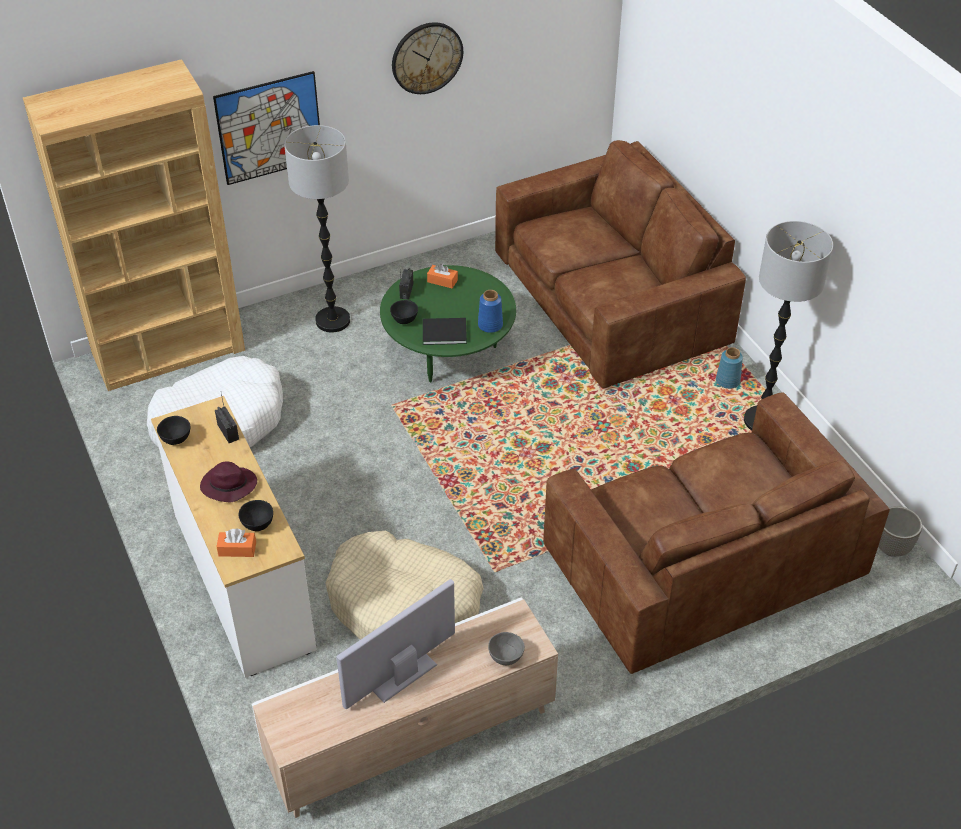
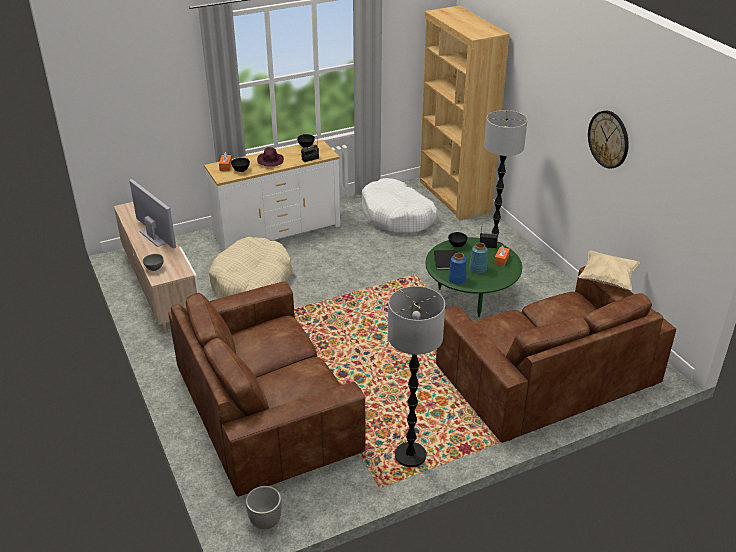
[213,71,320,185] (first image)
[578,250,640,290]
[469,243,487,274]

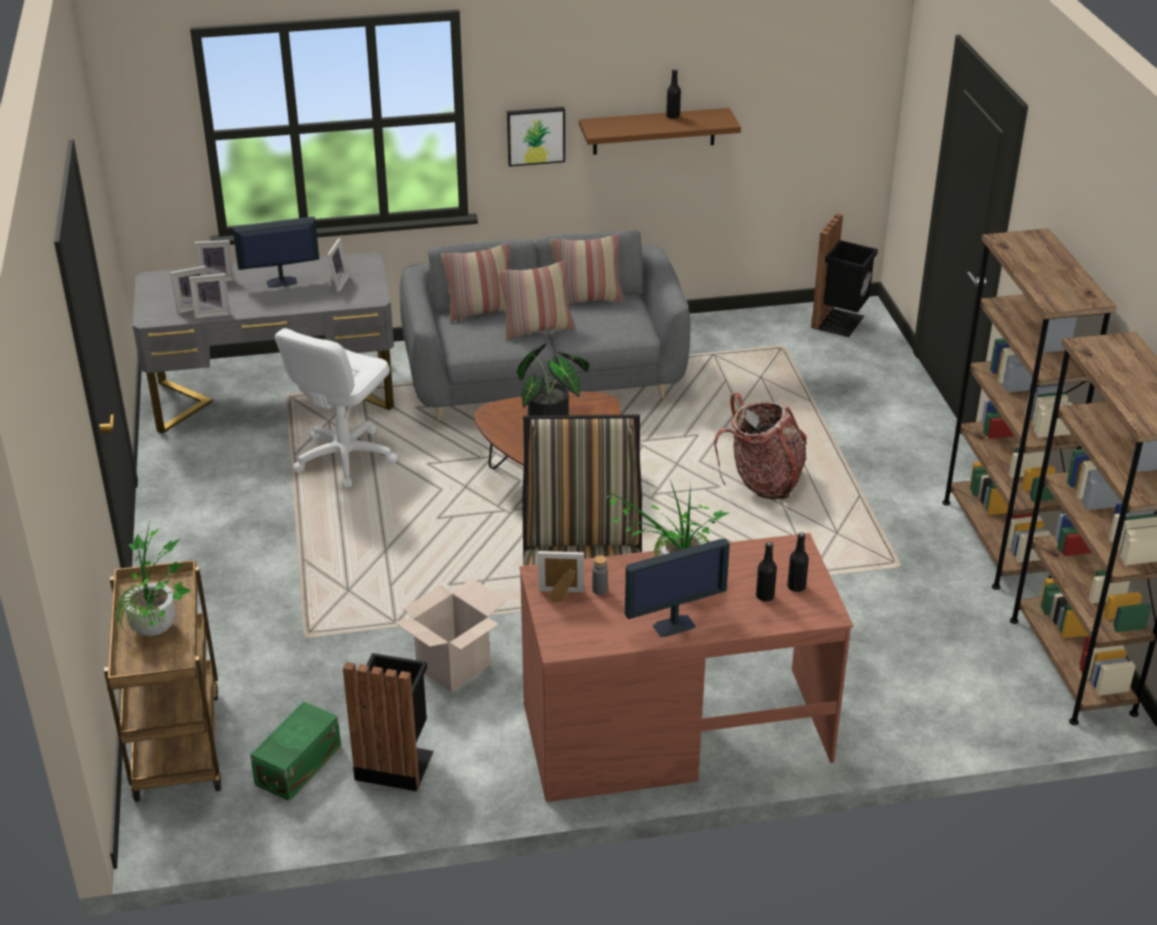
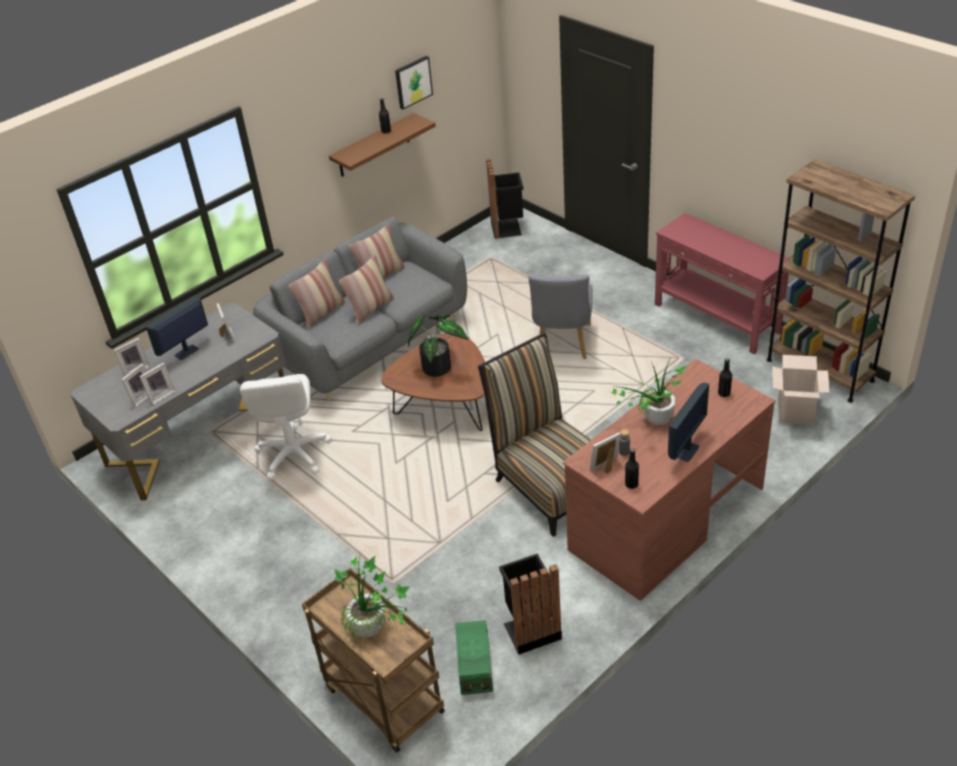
[772,355,830,425]
[395,56,433,110]
[625,449,639,489]
[528,275,593,359]
[655,213,789,354]

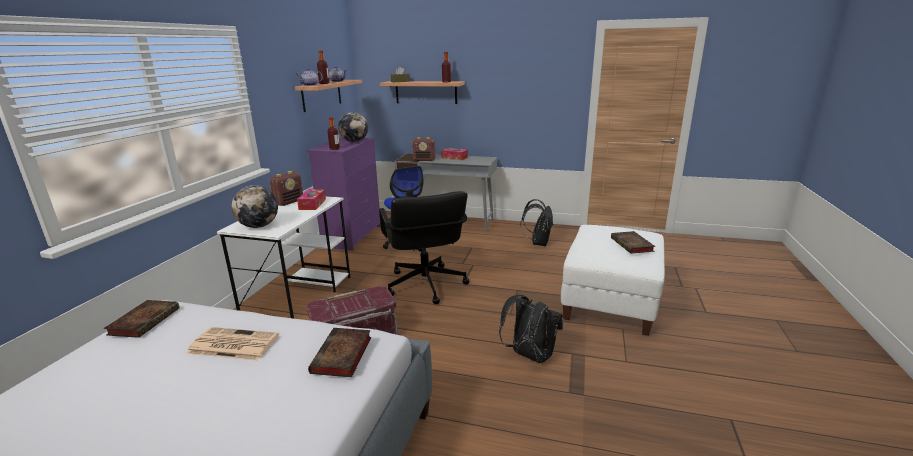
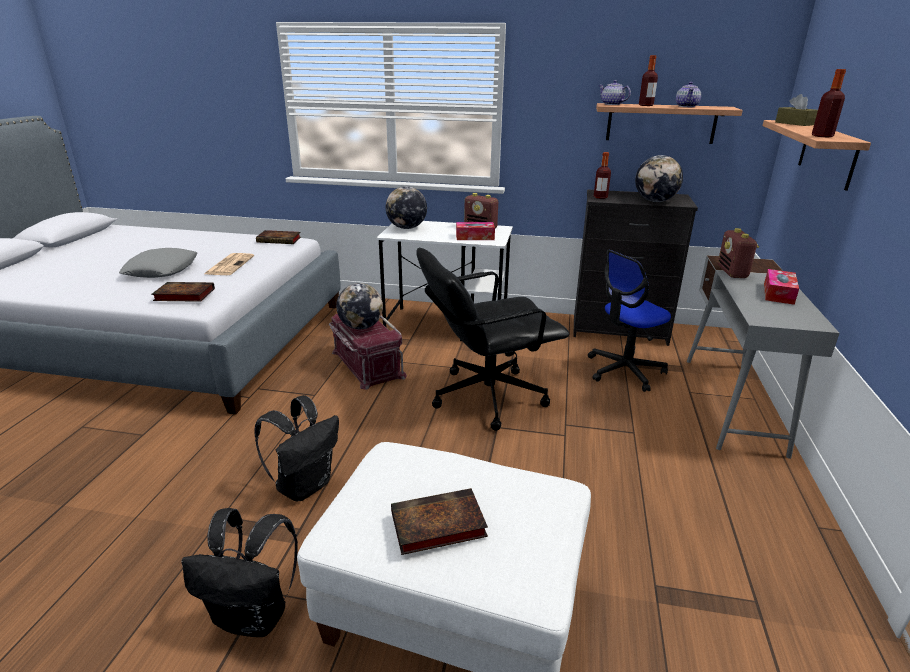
[119,248,197,278]
[336,283,383,329]
[182,508,298,637]
[573,189,698,346]

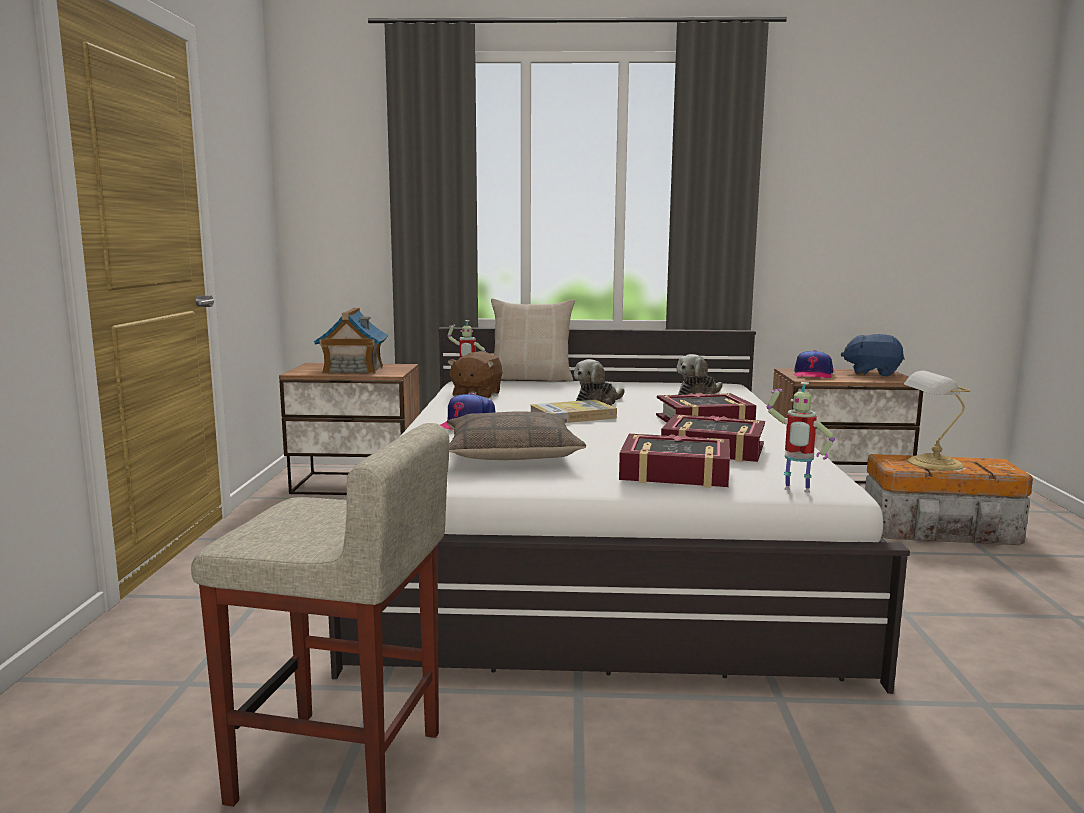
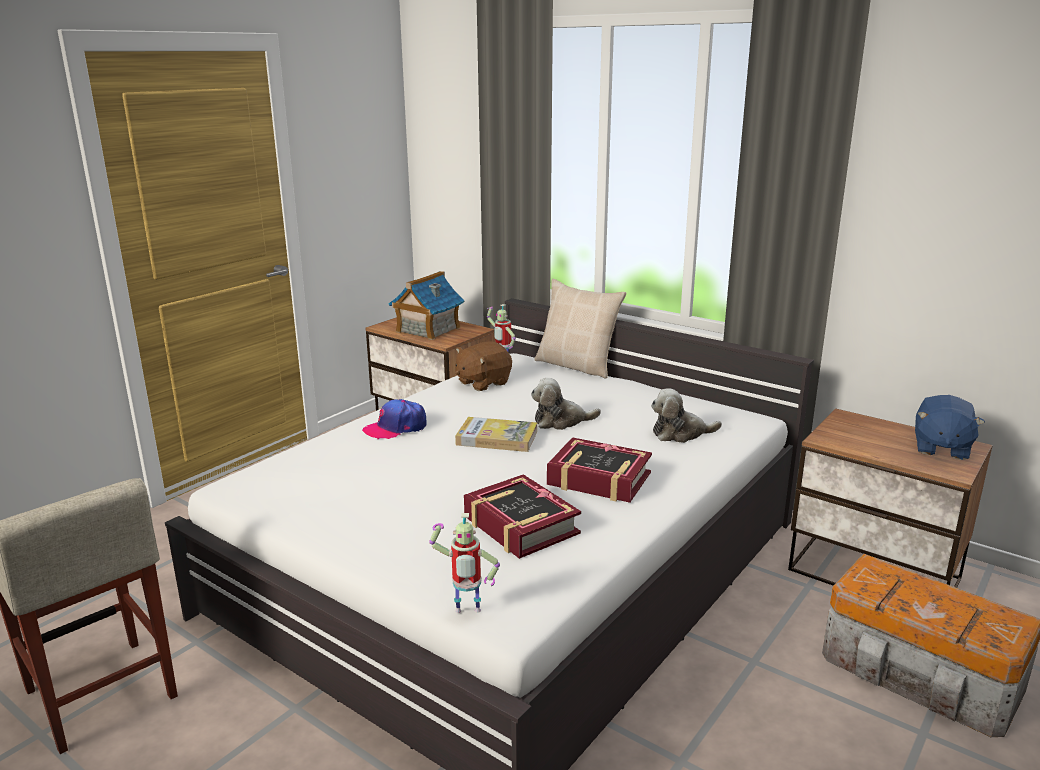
[447,411,586,460] (first image)
[619,434,730,488] (first image)
[794,350,833,379] (first image)
[904,371,970,471] (first image)
[429,513,500,613]
[915,395,985,460]

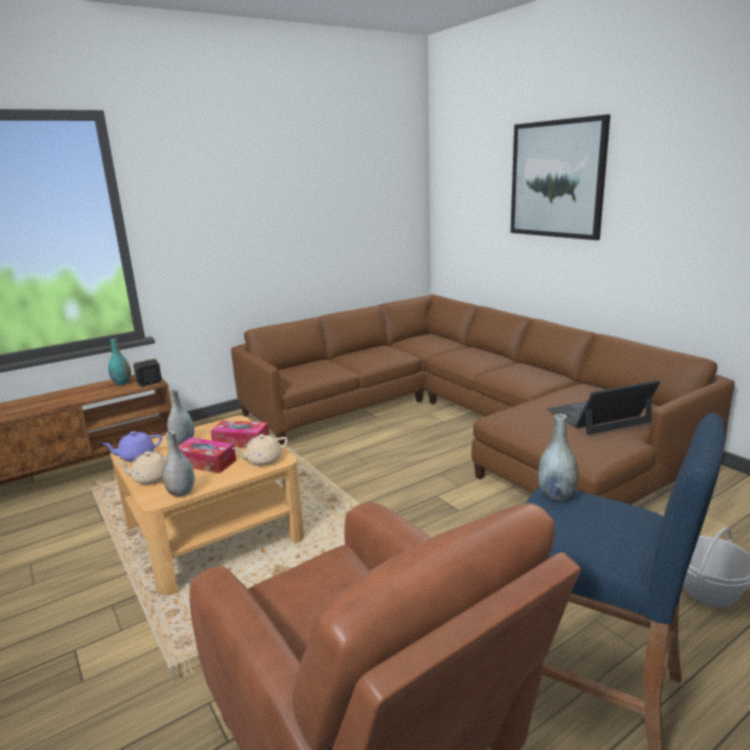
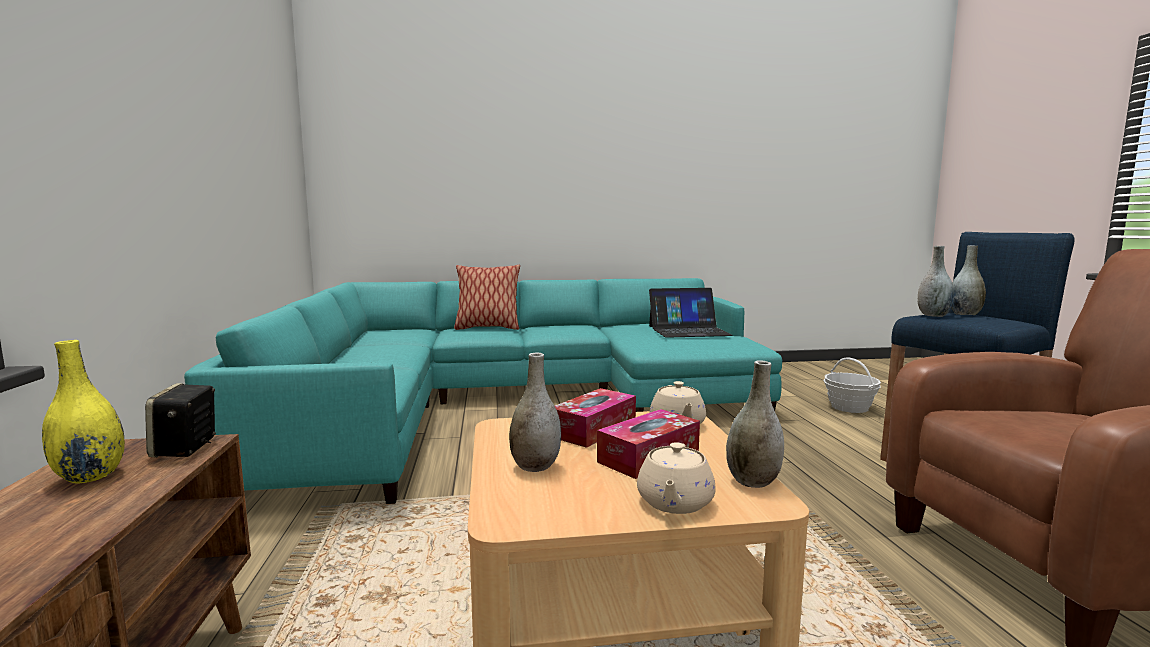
[102,431,162,462] (first image)
[511,114,610,240] (first image)
[454,265,520,330]
[951,245,986,315]
[42,340,125,484]
[184,278,782,504]
[649,288,733,338]

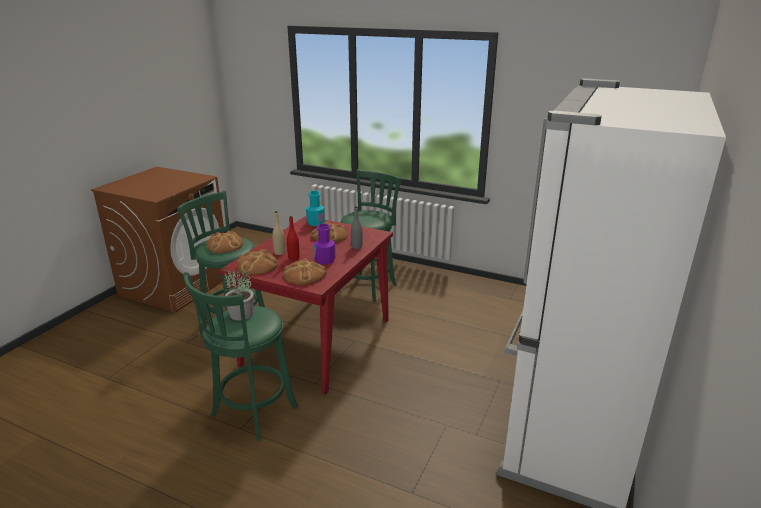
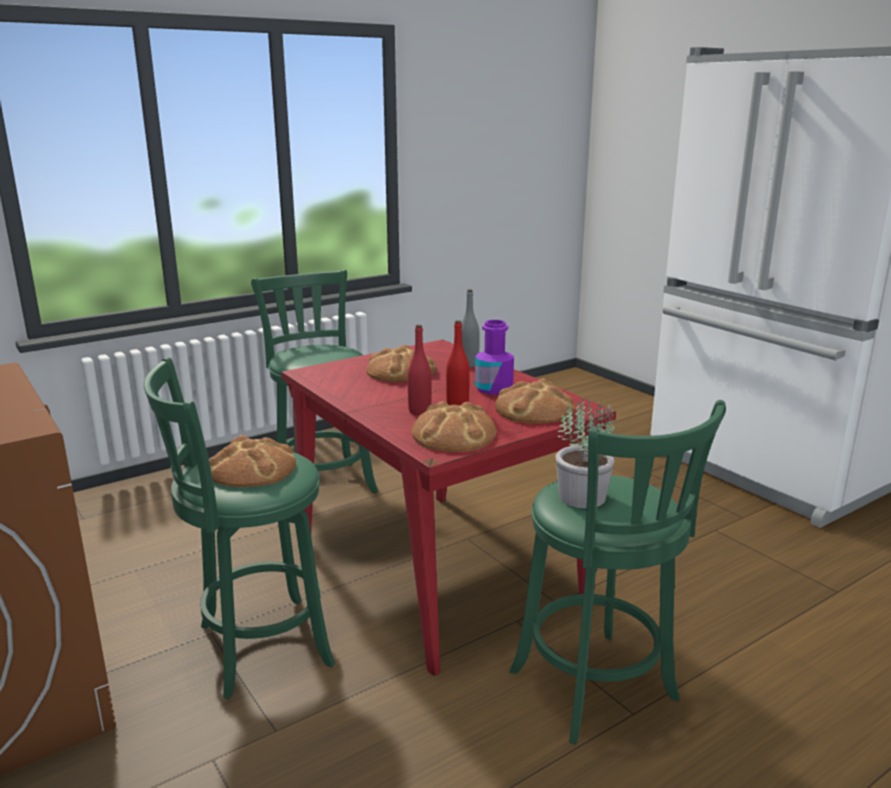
[306,191,325,226] (first image)
[408,325,432,415]

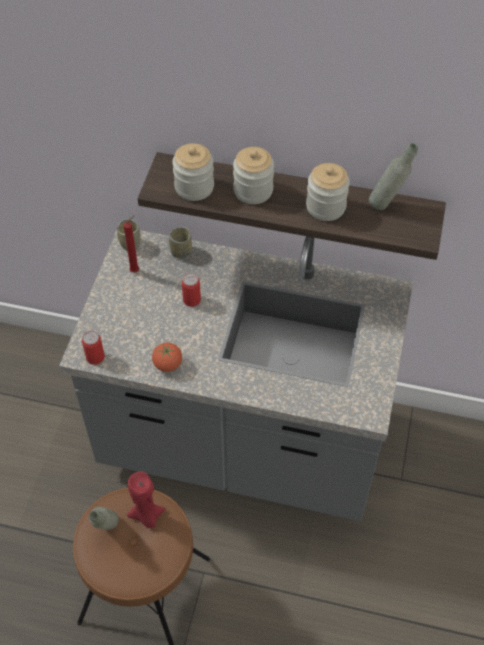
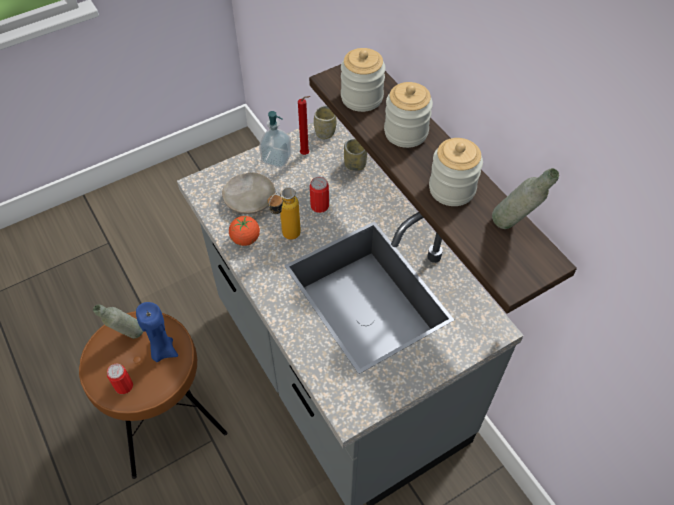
[222,172,275,214]
[260,111,292,168]
[268,187,301,240]
[107,364,133,394]
[136,302,178,362]

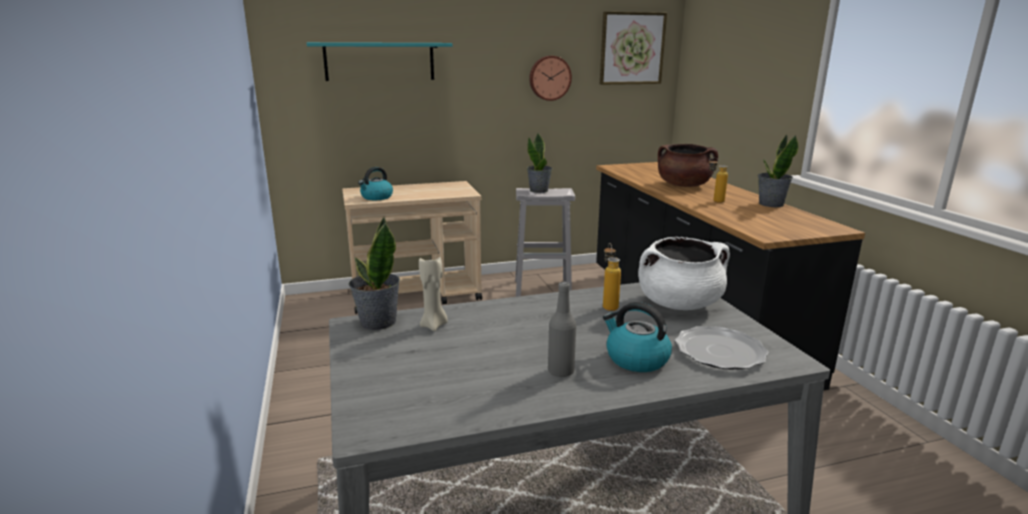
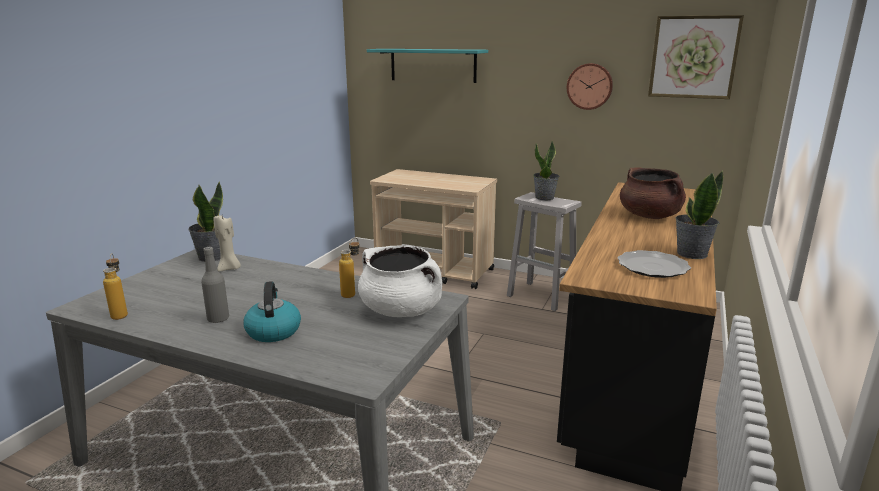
[358,167,393,200] (first image)
[617,250,691,278]
[103,253,128,320]

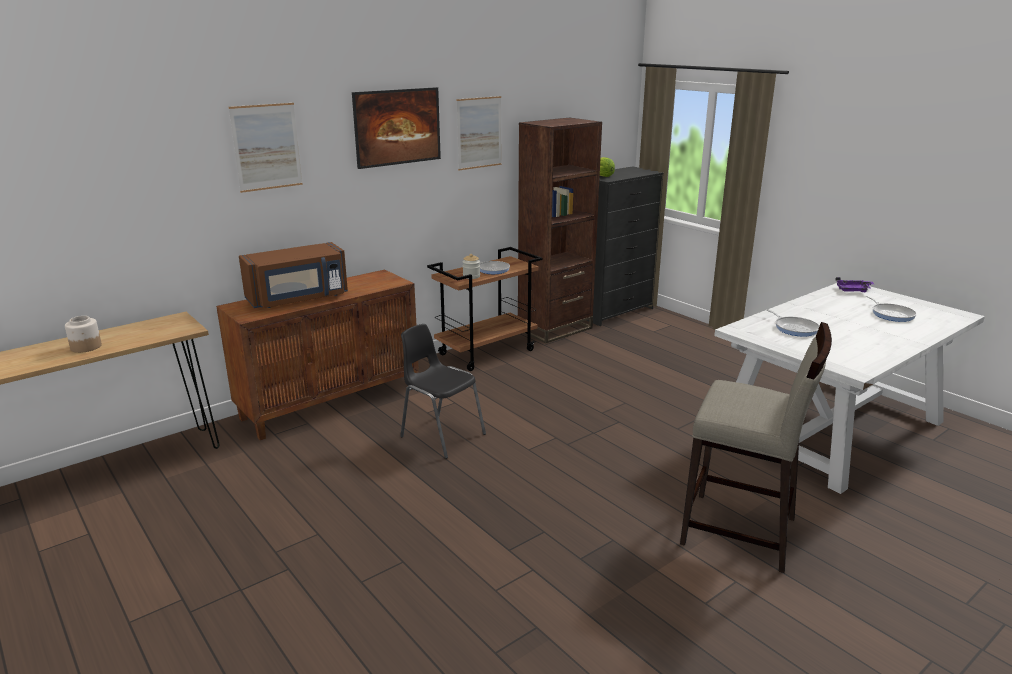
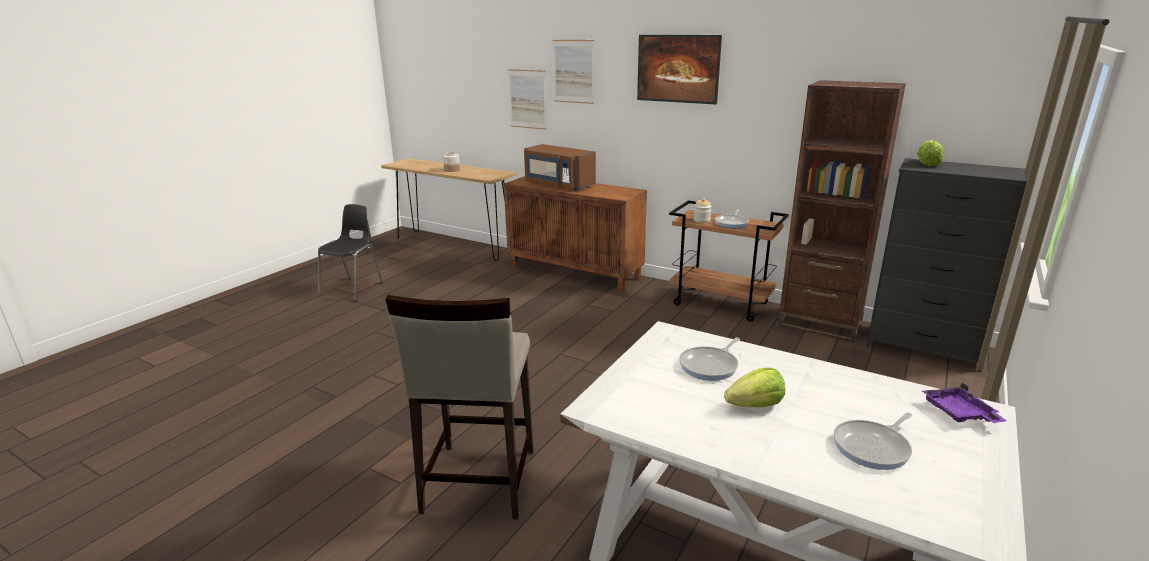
[724,367,785,407]
[318,204,383,301]
[508,69,547,130]

